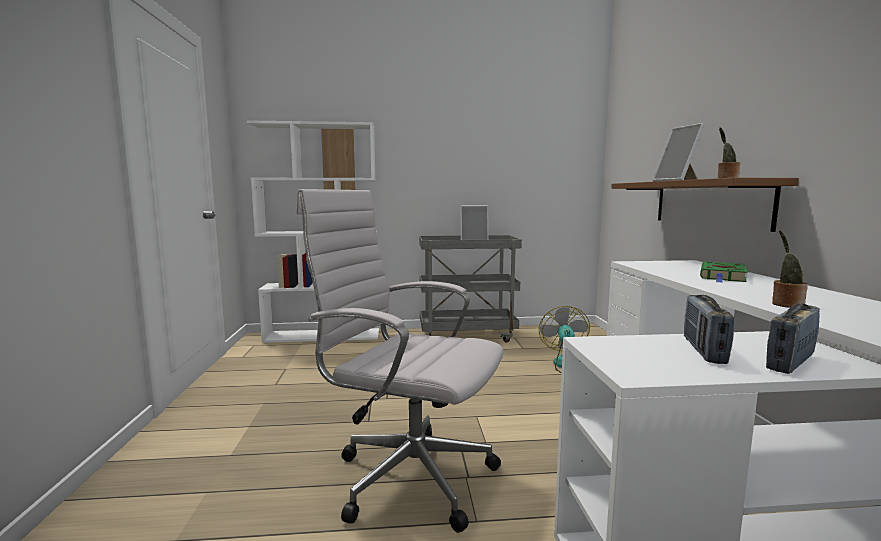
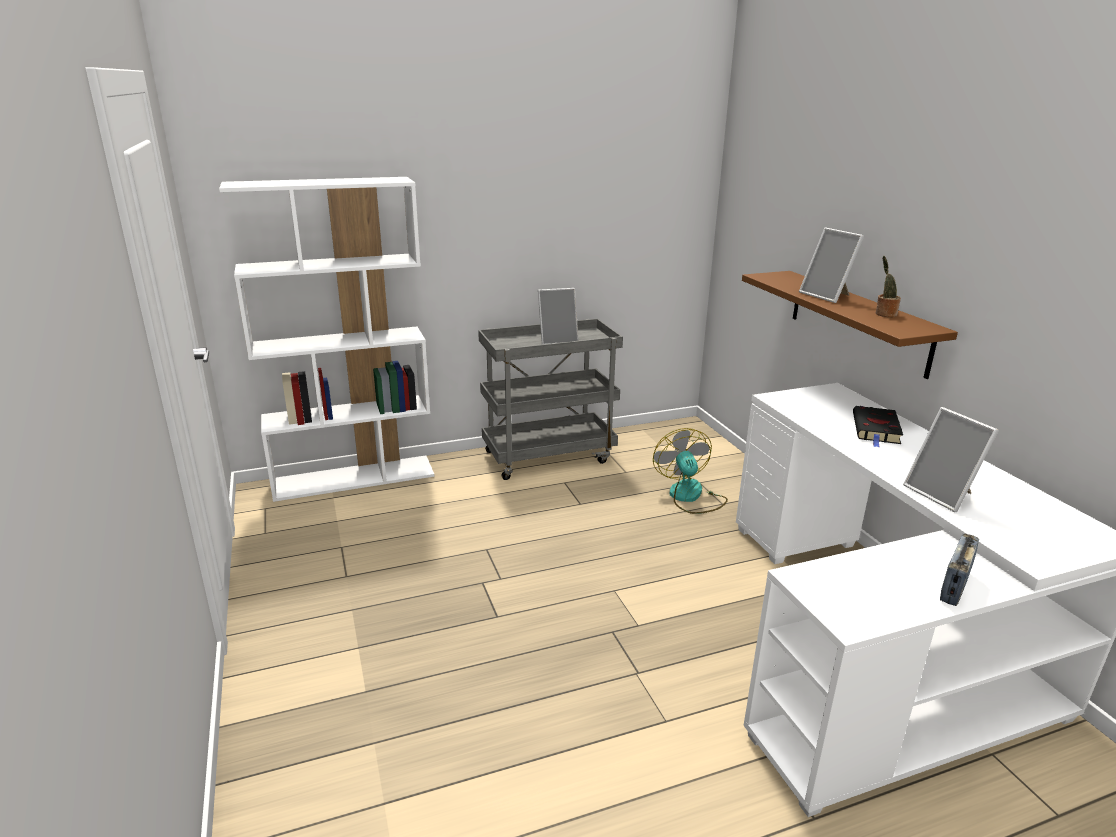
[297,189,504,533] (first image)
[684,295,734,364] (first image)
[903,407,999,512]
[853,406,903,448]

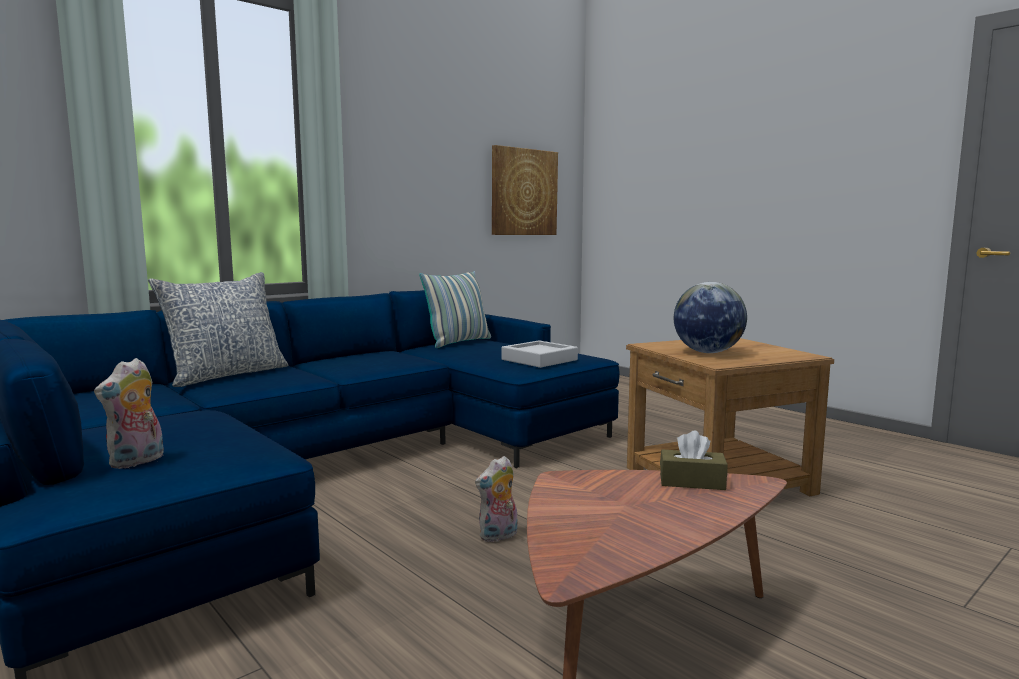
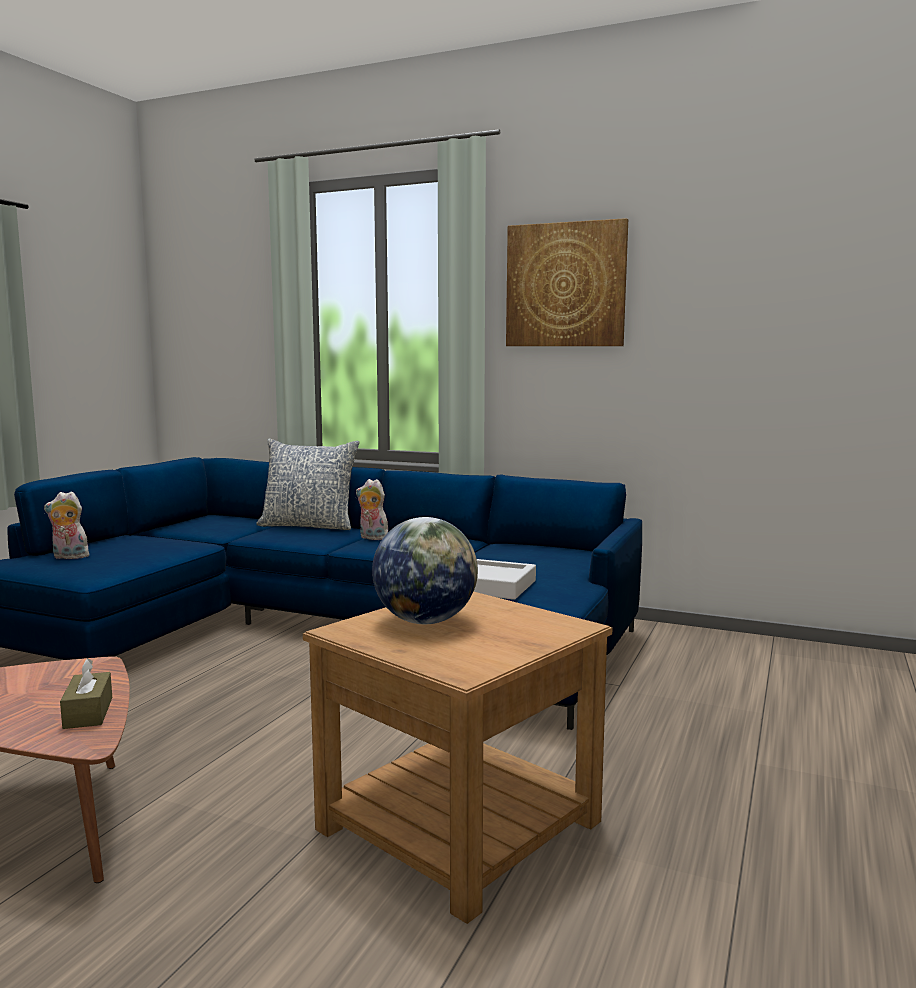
[419,271,491,348] (first image)
[356,479,388,540]
[506,218,628,346]

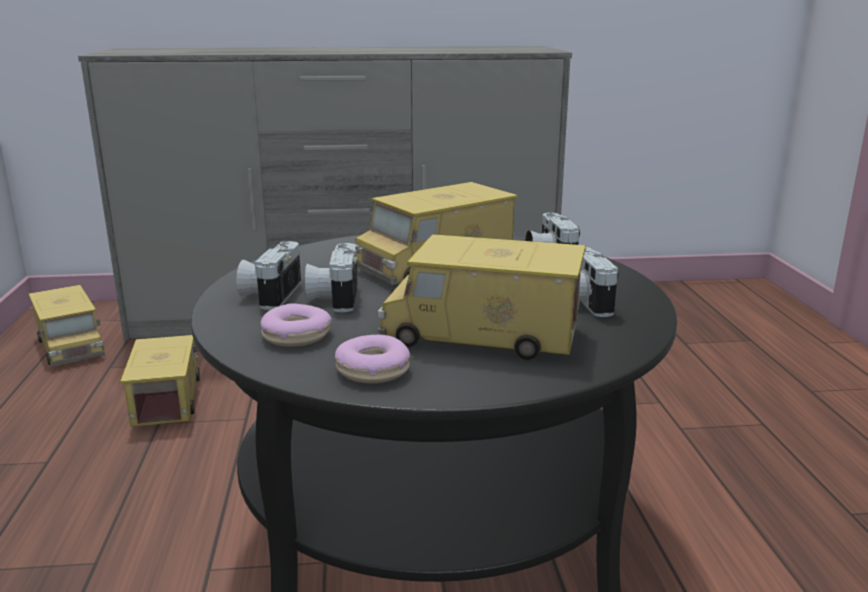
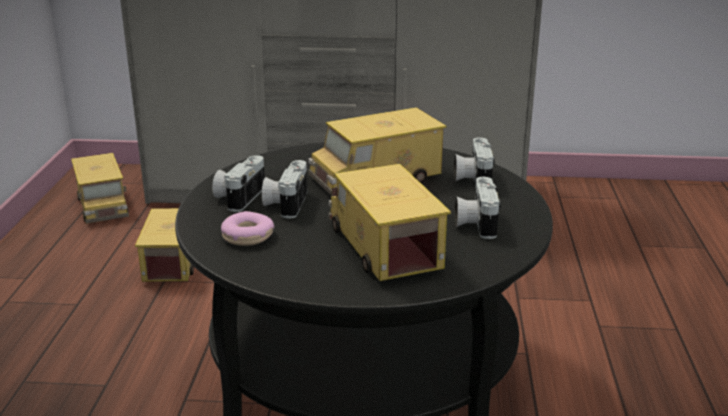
[335,335,410,383] (first image)
[329,164,451,281]

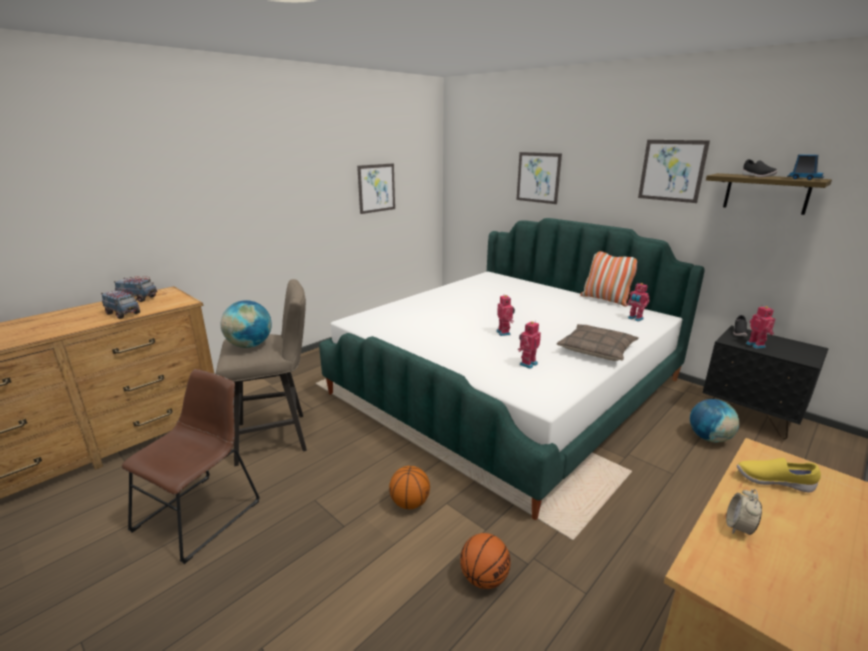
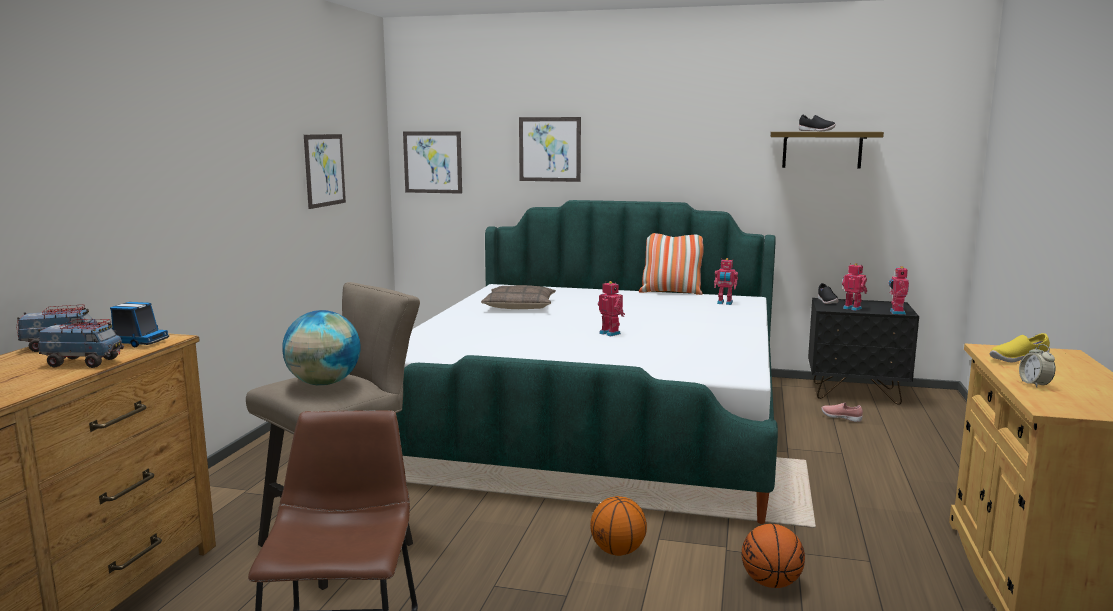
[889,266,909,315]
[481,285,556,309]
[403,131,462,194]
[110,302,169,347]
[821,403,863,422]

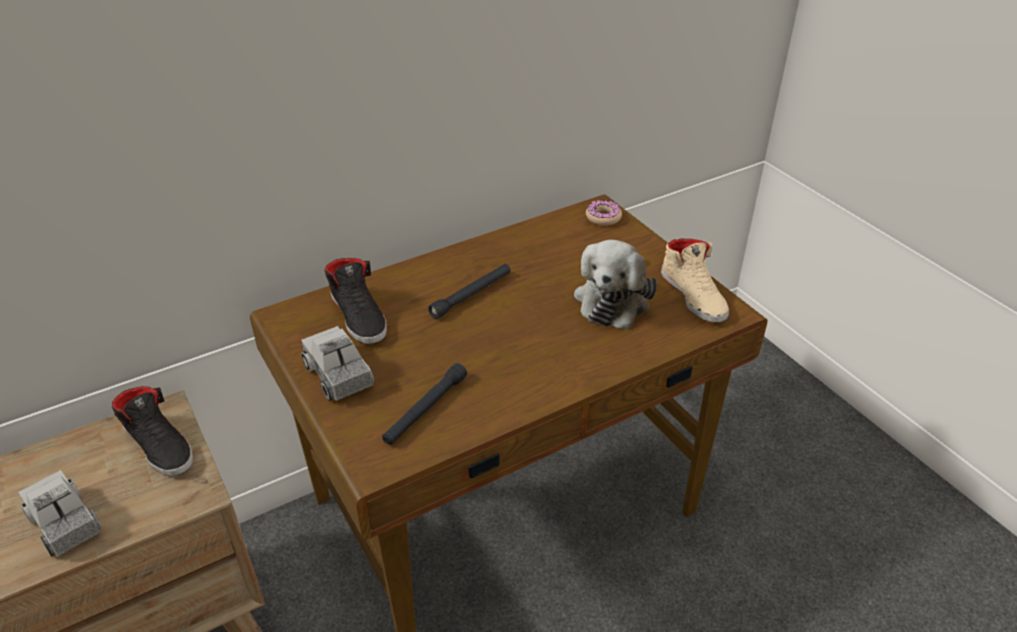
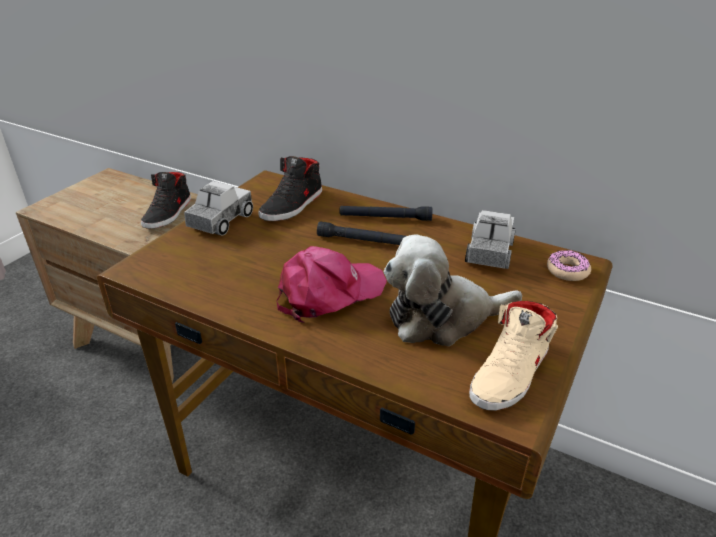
[276,246,387,323]
[465,210,516,269]
[339,206,433,221]

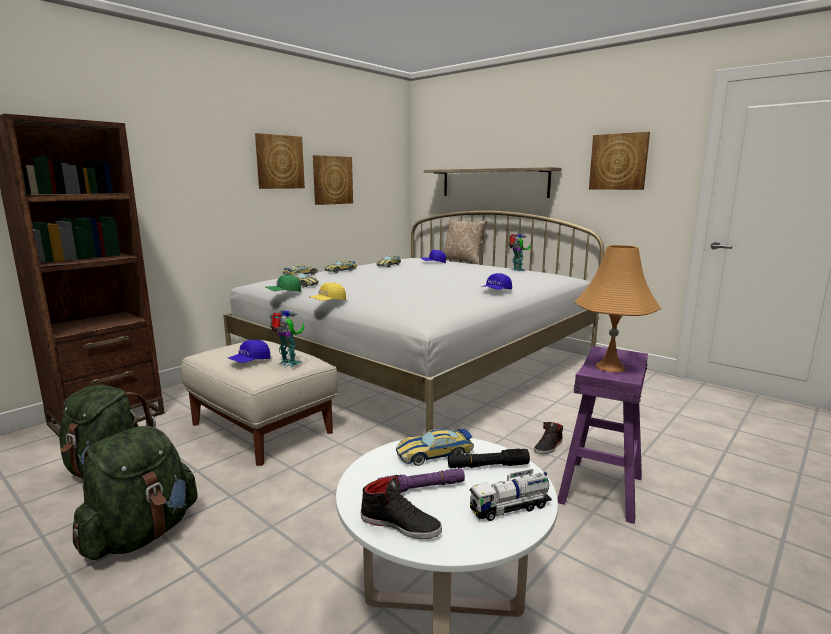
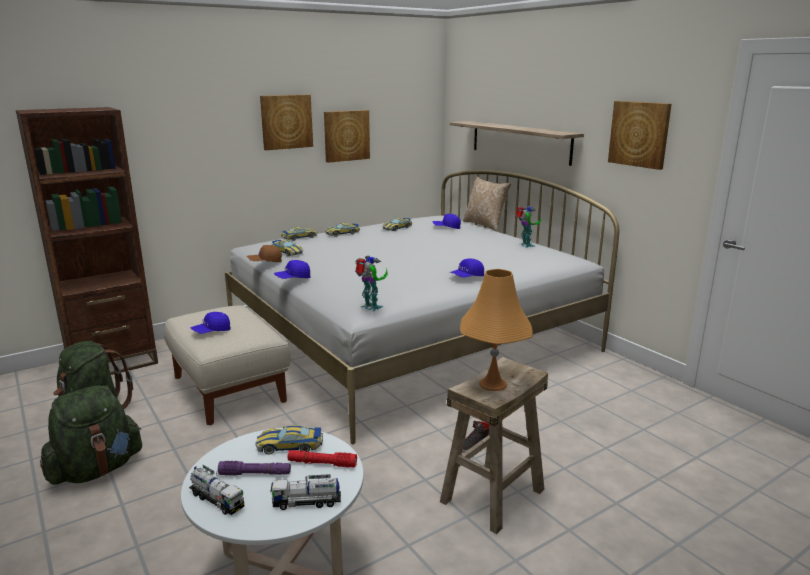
[355,256,387,312]
[189,464,244,515]
[247,245,282,262]
[273,260,310,279]
[288,450,357,468]
[440,357,548,534]

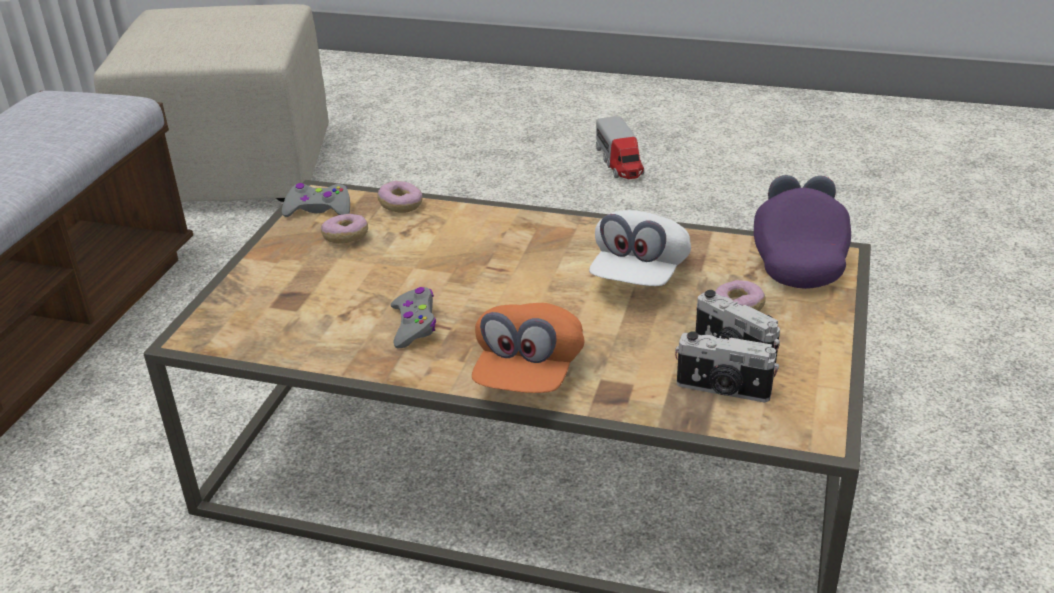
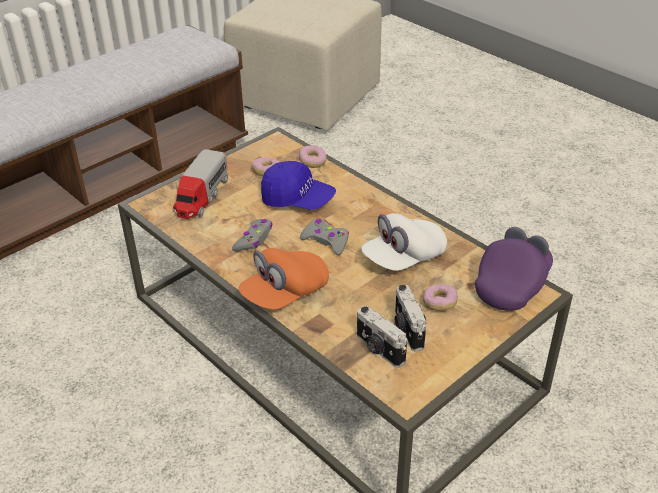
[261,161,336,210]
[300,218,349,255]
[173,149,228,219]

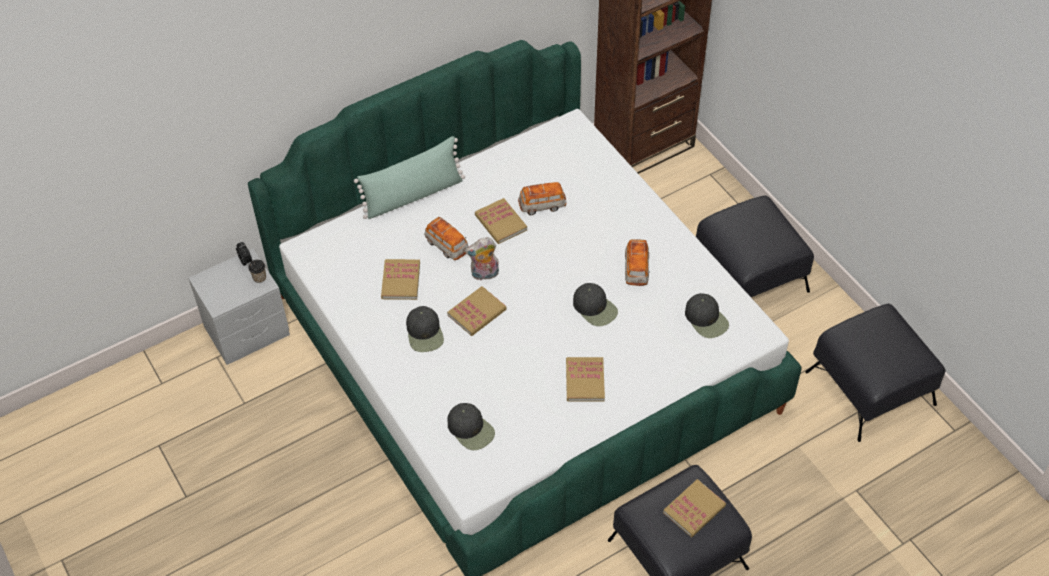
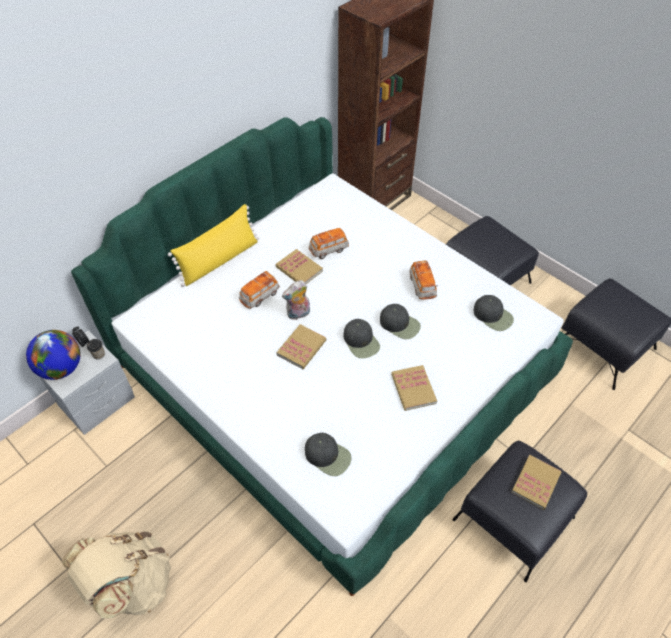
[381,259,420,300] (first image)
[26,330,81,380]
[62,531,171,618]
[343,319,380,358]
[168,204,259,287]
[239,271,280,309]

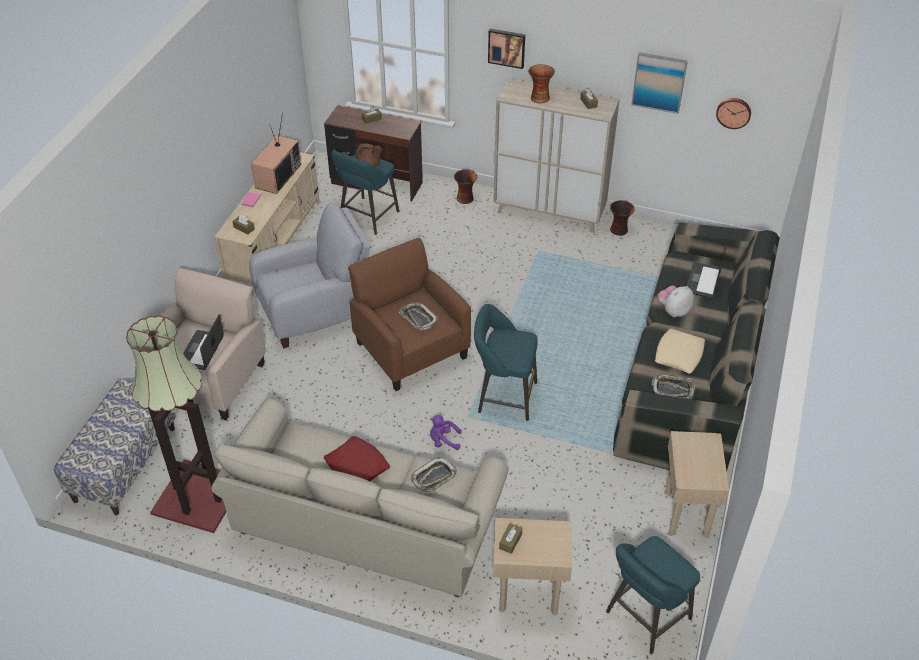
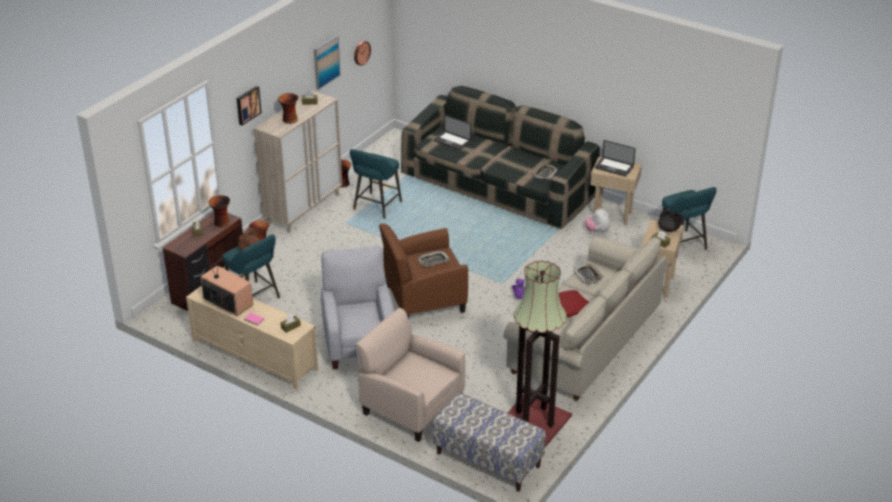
[655,329,705,373] (first image)
[208,195,230,227]
[658,209,683,232]
[595,140,636,177]
[350,149,402,219]
[585,208,610,233]

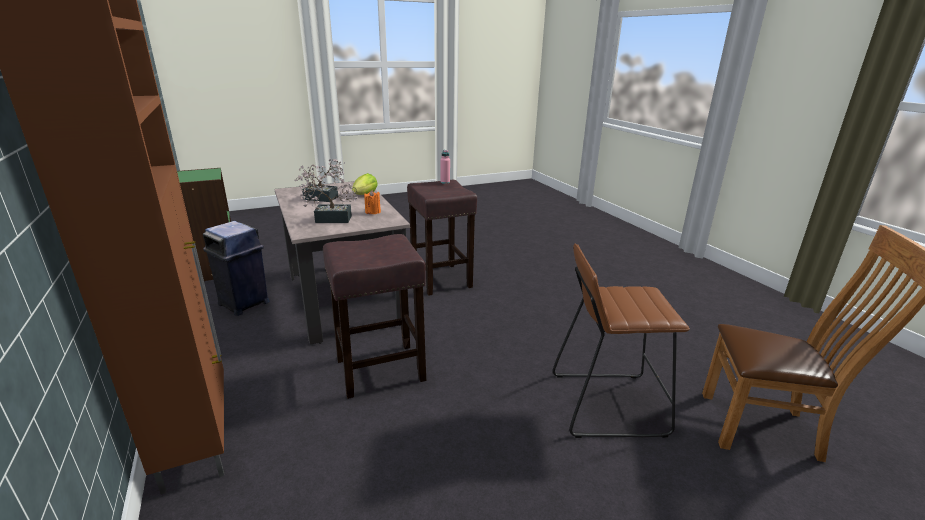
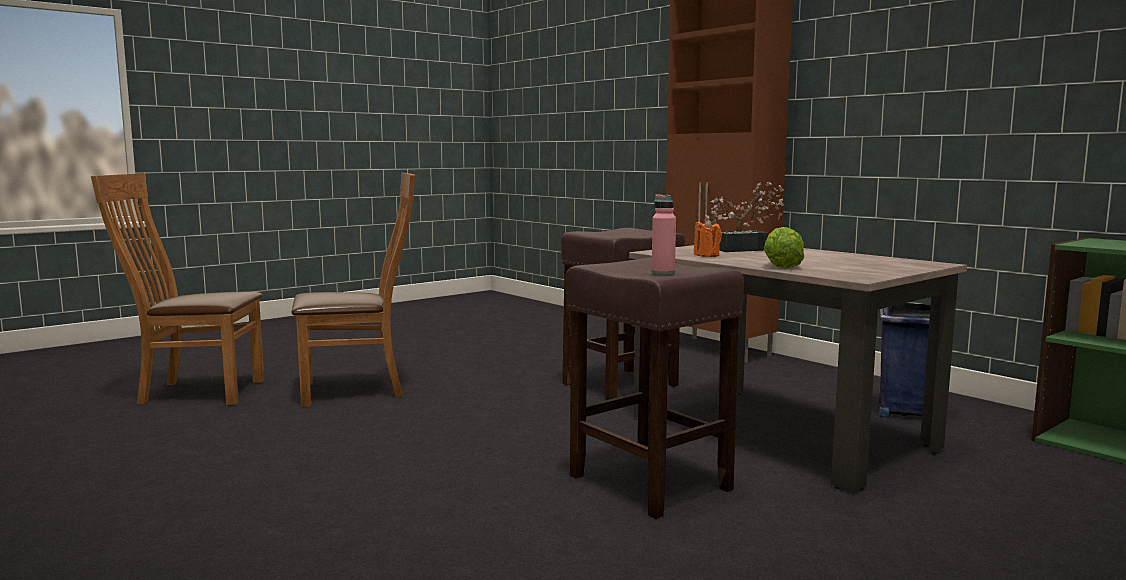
[295,159,345,202] (first image)
[291,173,415,407]

